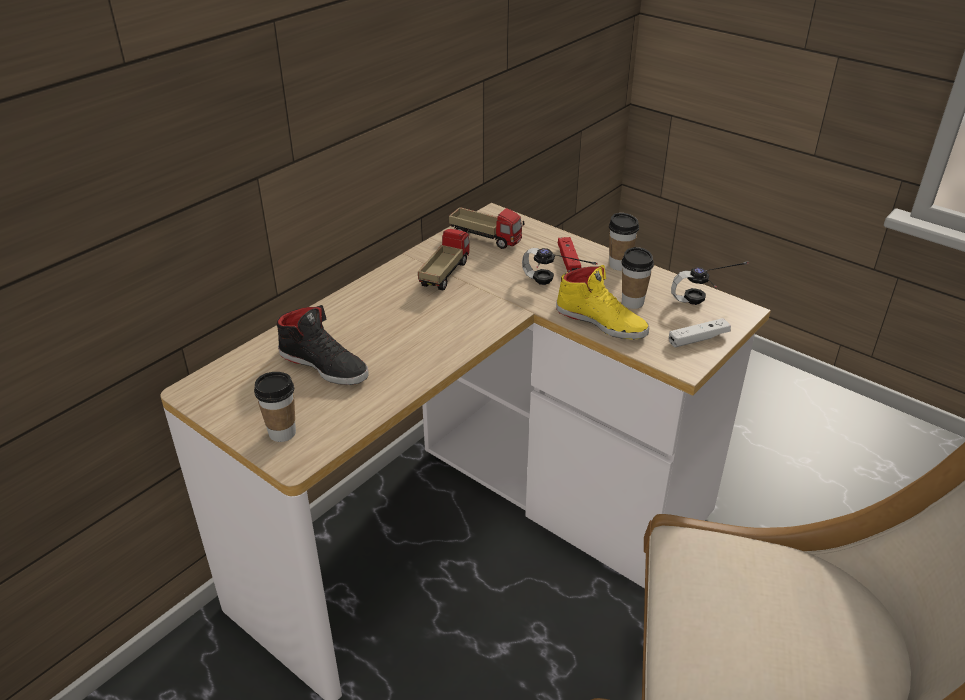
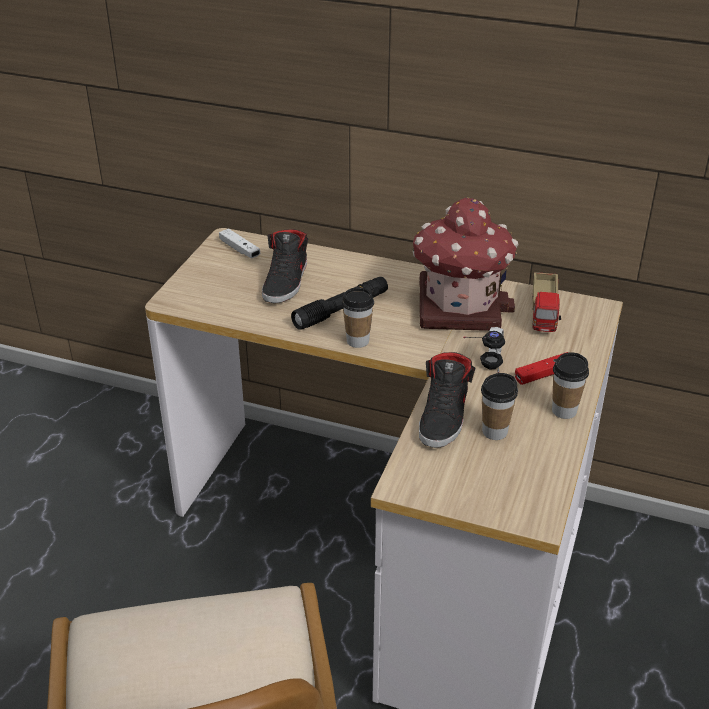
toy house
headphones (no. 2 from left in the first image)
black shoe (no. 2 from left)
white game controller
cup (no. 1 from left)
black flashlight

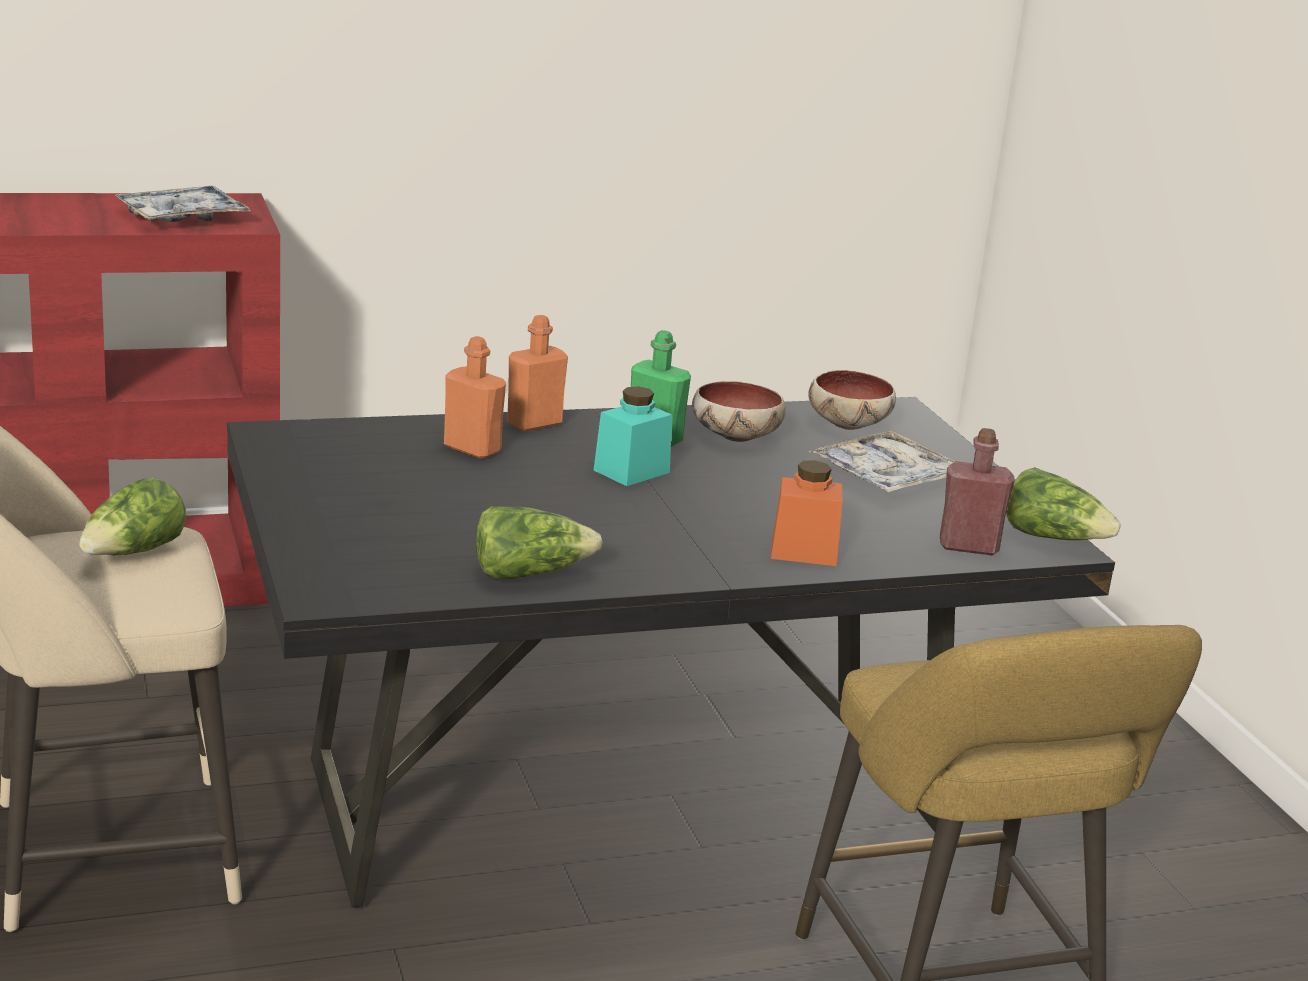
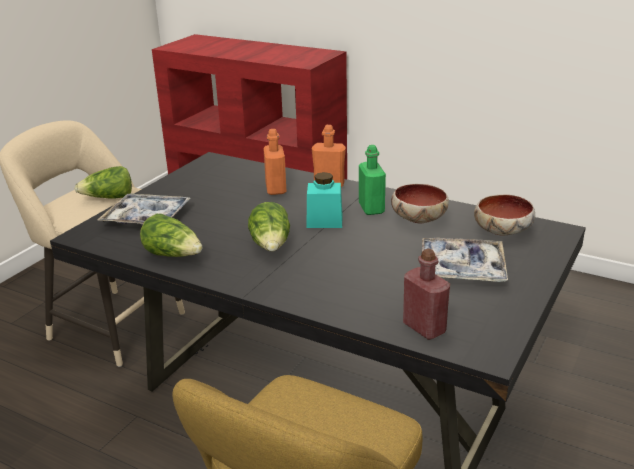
tray (no. 1 from left)
orange jar
lettuce (no. 3 from left)

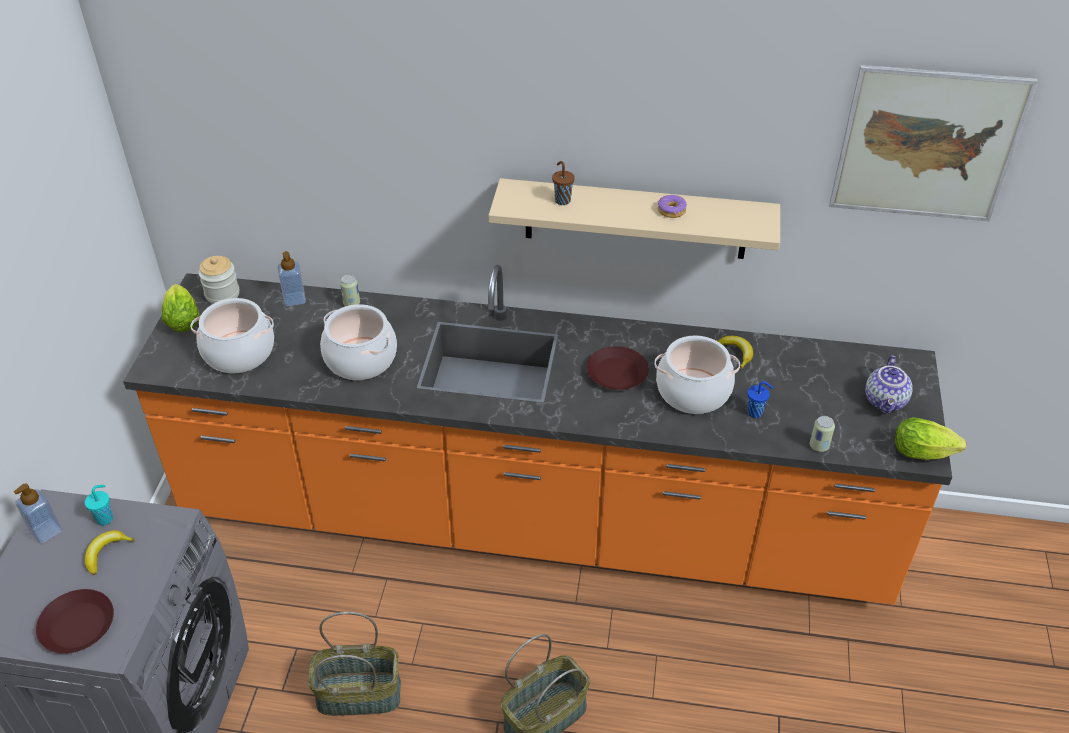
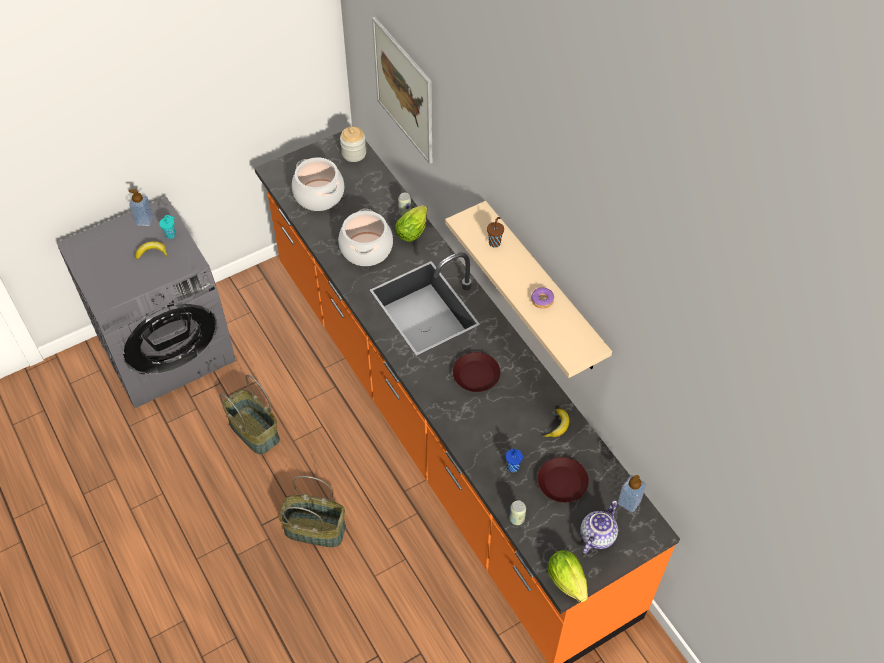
picture
soap dispenser (no. 2 from left)
lettuce (no. 1 from left)
cooking pot (no. 3 from left in the first image)
teapot
brown plate (no. 2 from left)

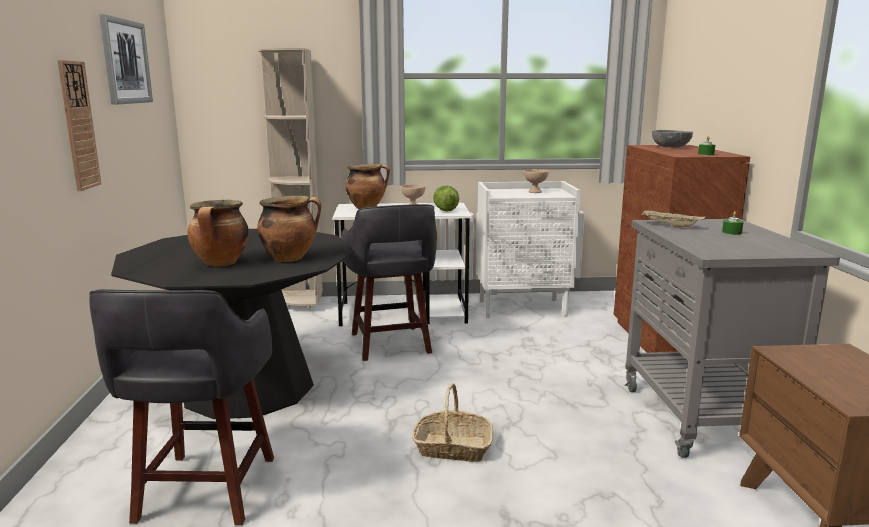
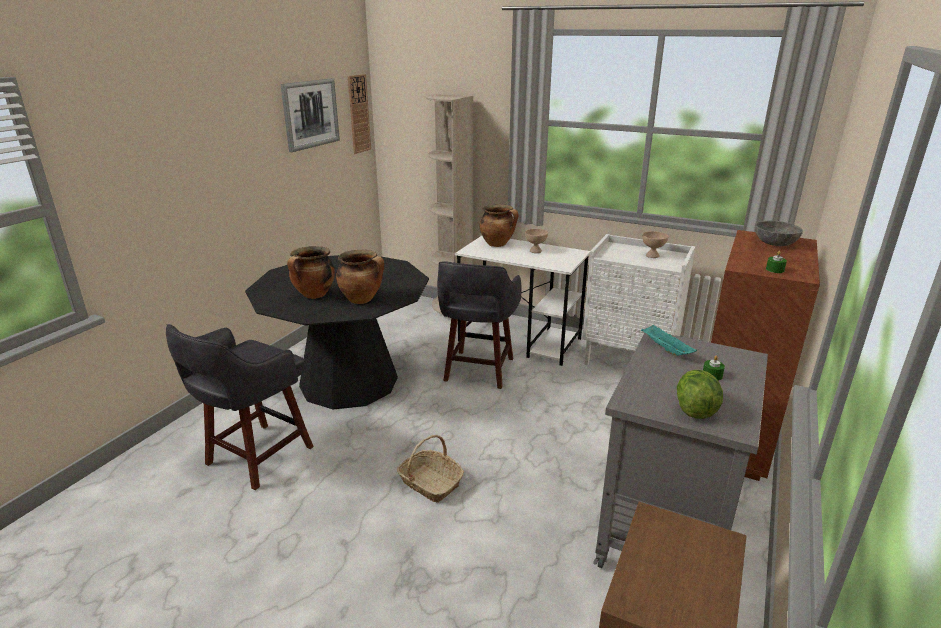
wall clock
lettuce
turquoise tray

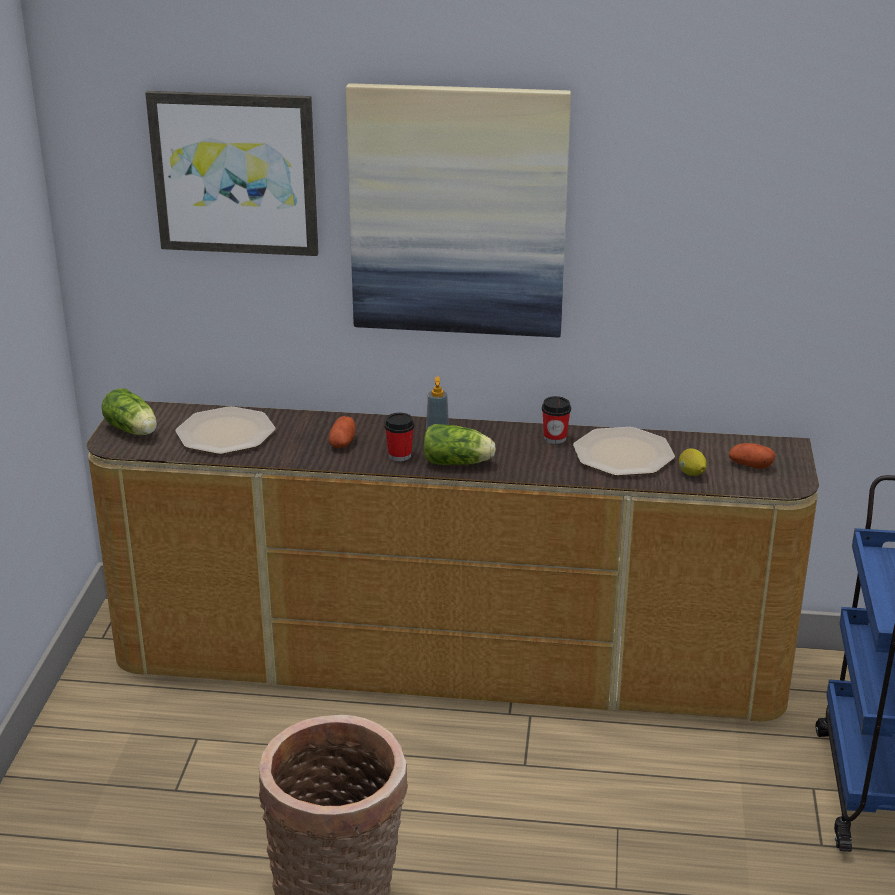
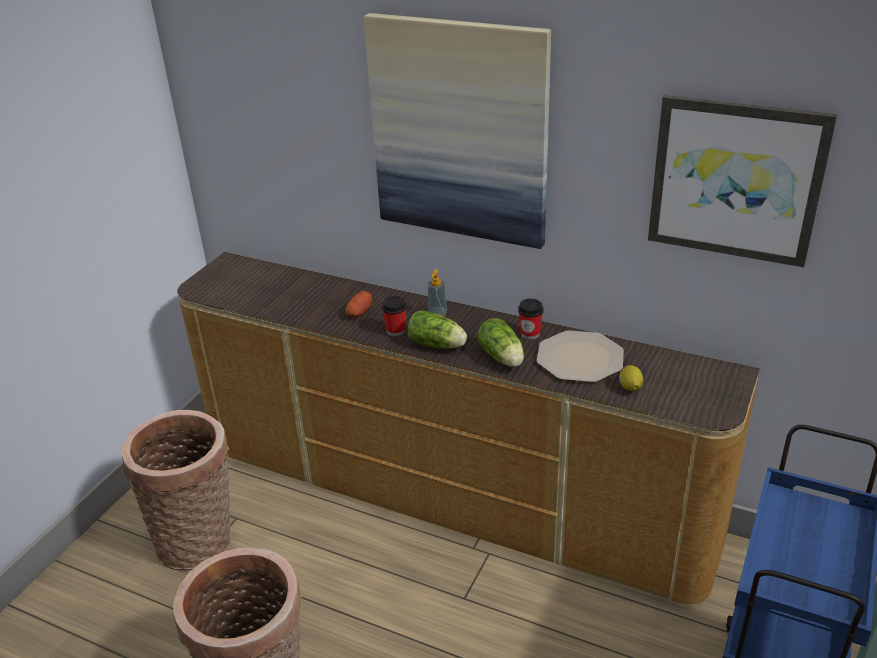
picture (no. 2 from left)
lettuce (no. 2 from left)
plate (no. 1 from left in the first image)
potato (no. 2 from left in the first image)
basket (no. 1 from left)

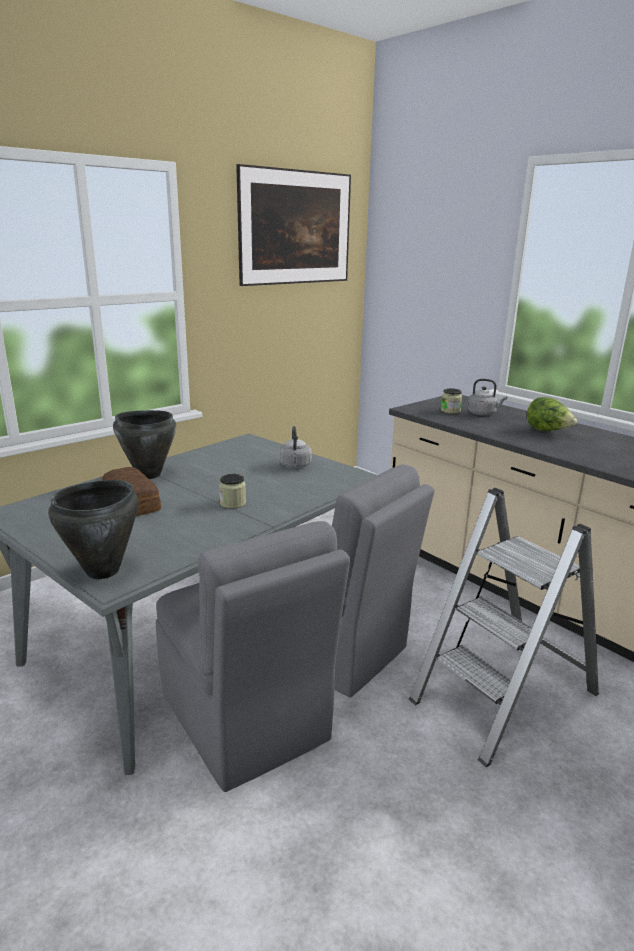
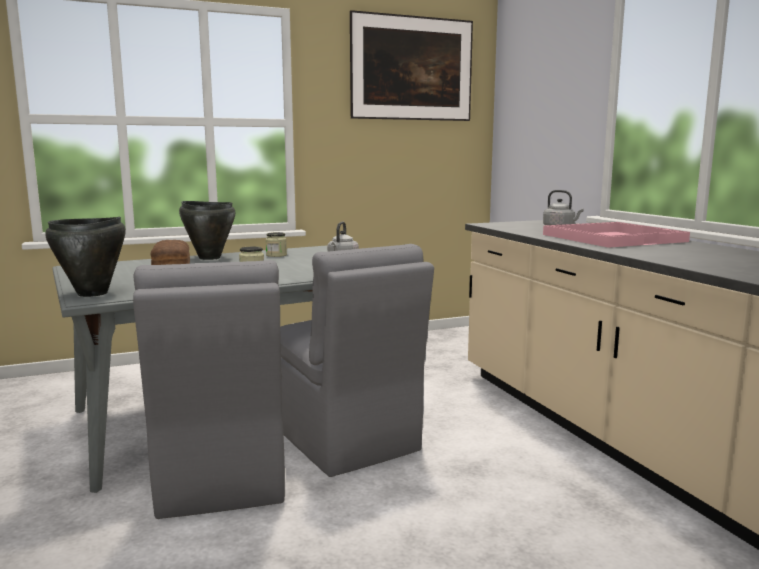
jar (no. 2 from left)
pink tray
grey step ladder

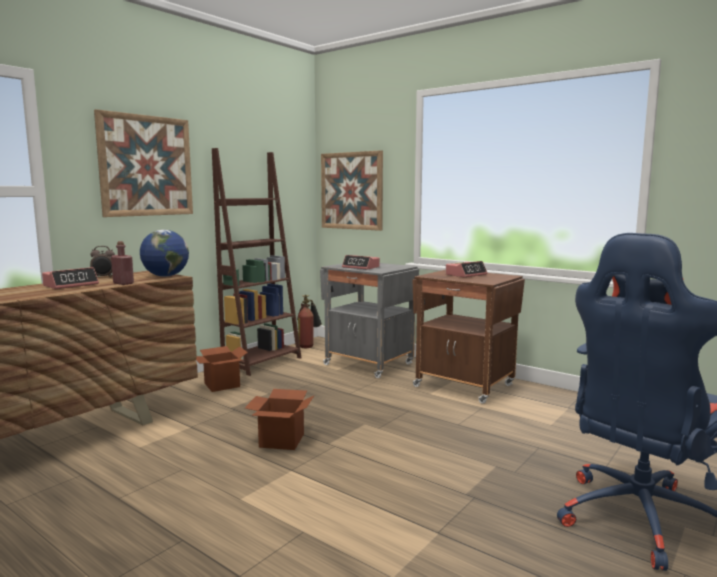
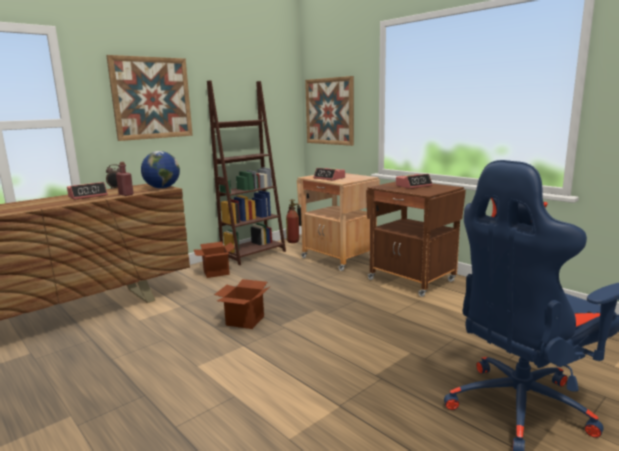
brown cart (no. 1 from left)

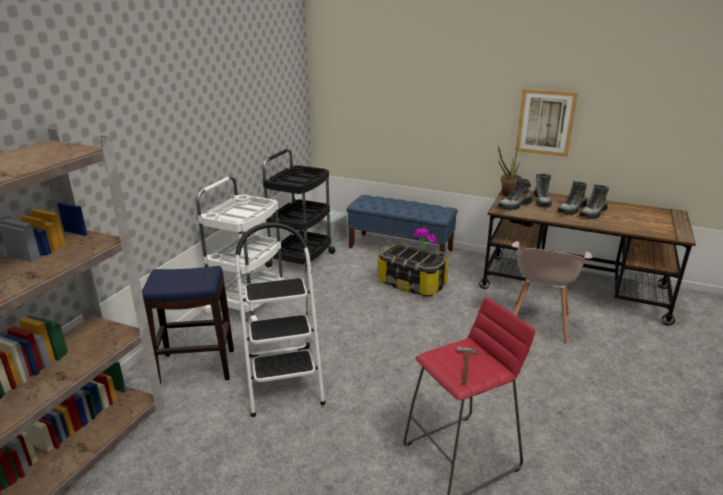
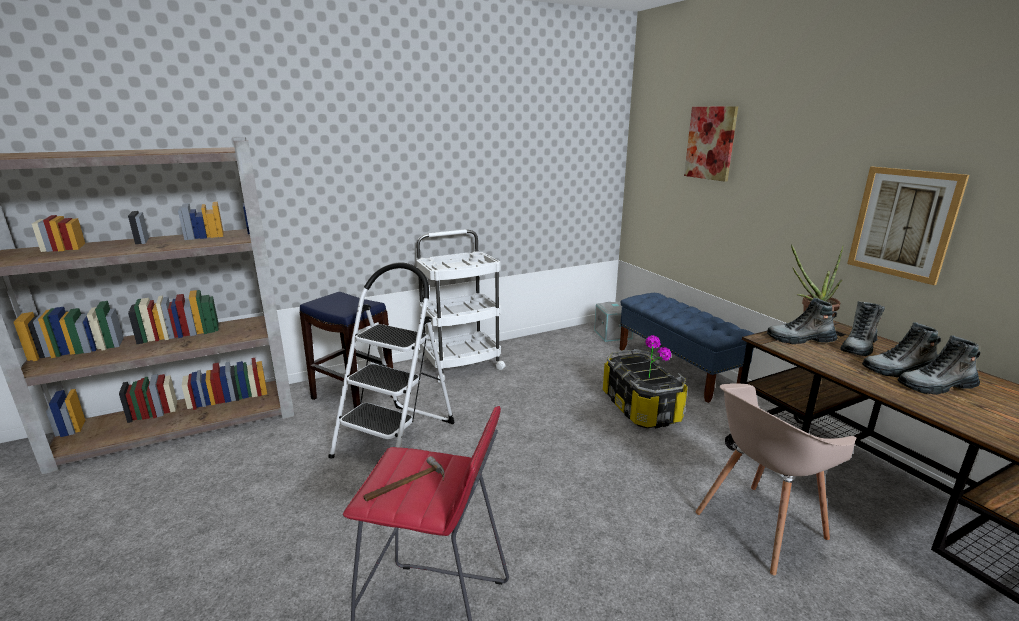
black cart
picture (no. 1 from left)

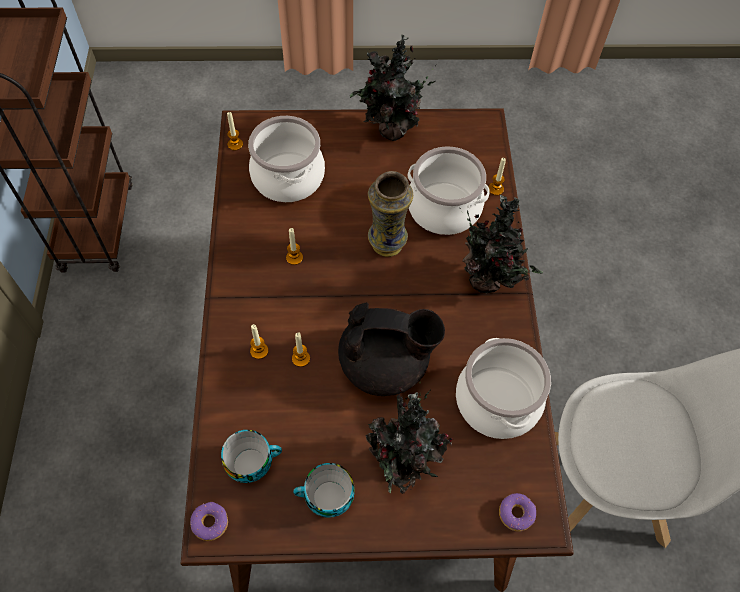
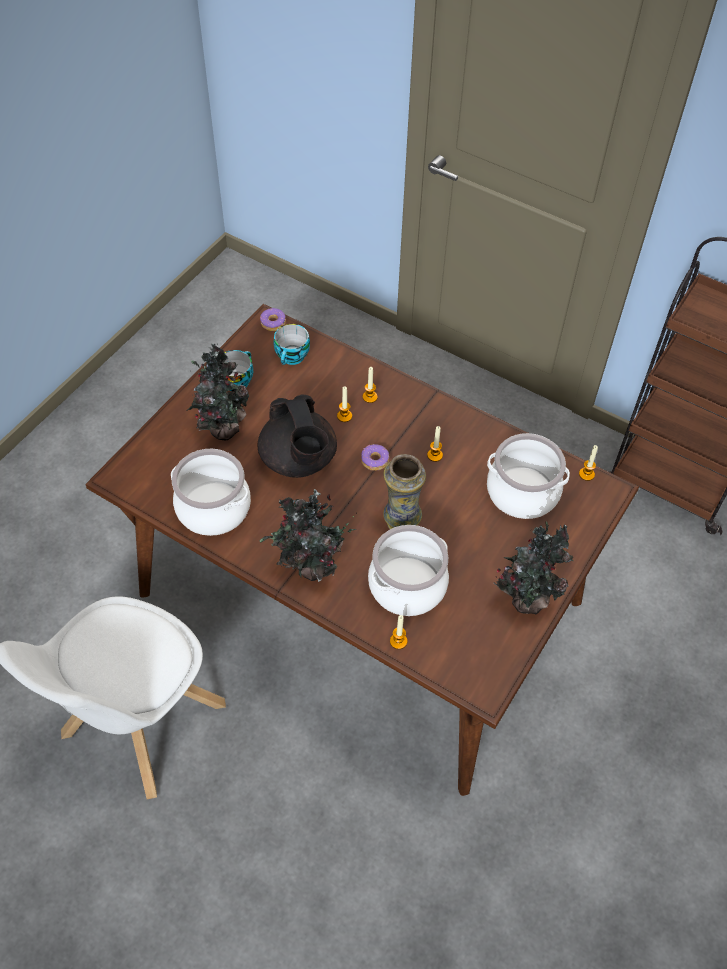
black teapot
donut (no. 2 from left)

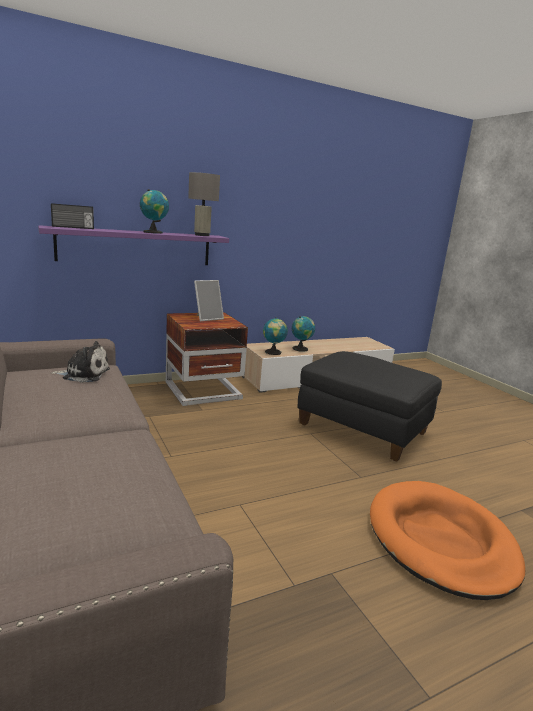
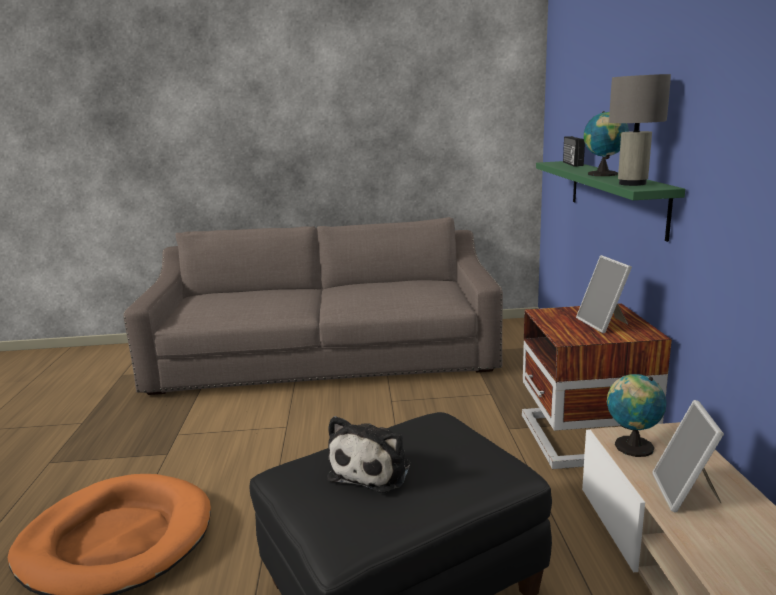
green shelf
picture frame (no. 2 from left)
plush toy

